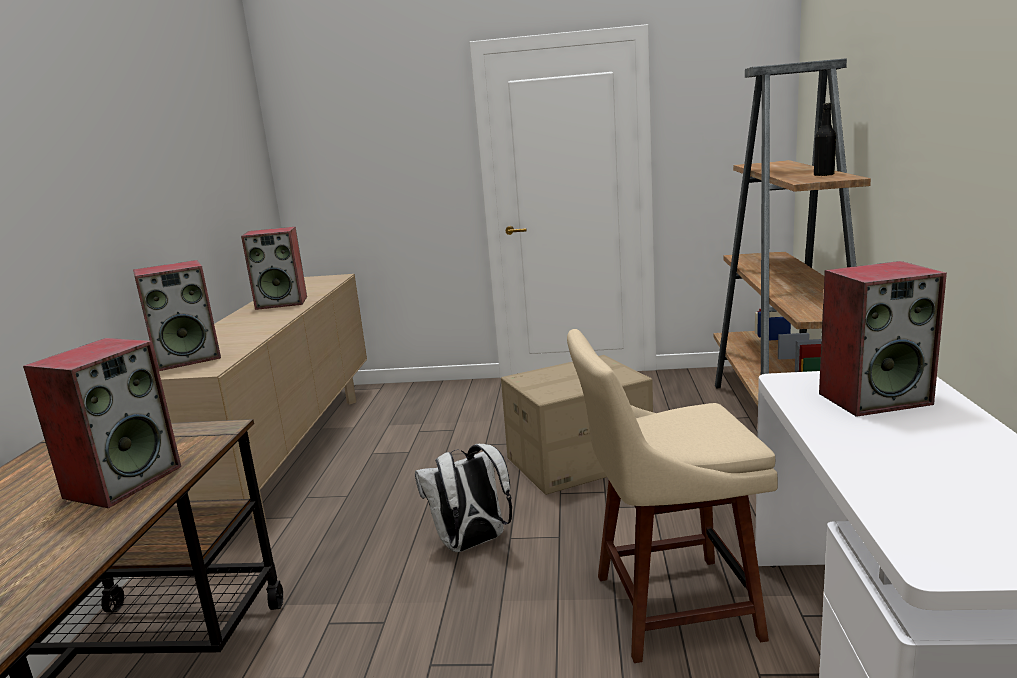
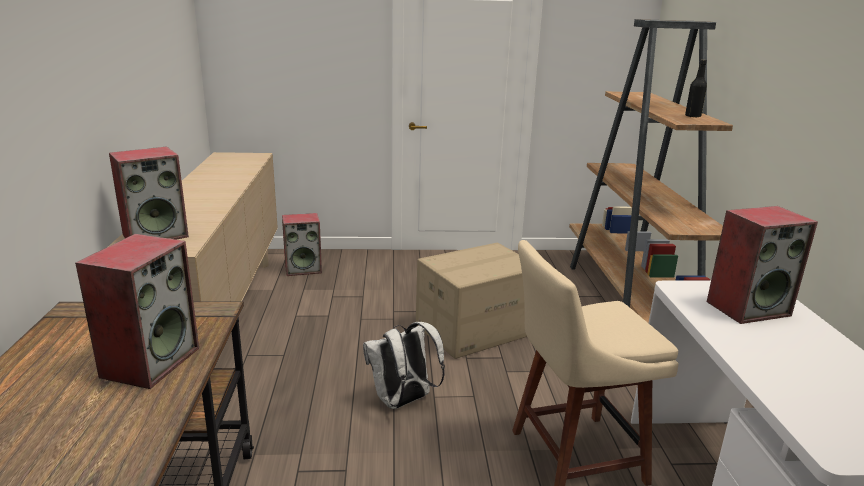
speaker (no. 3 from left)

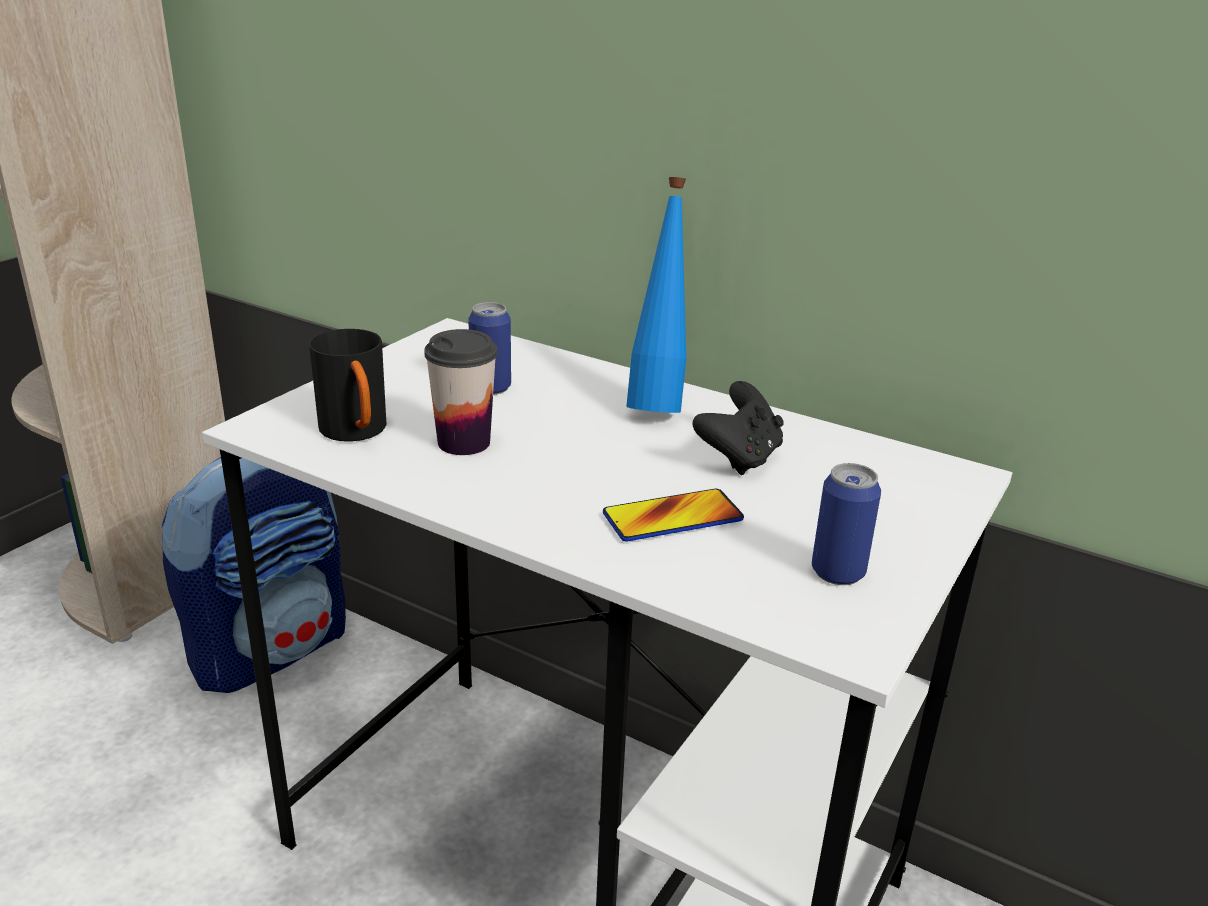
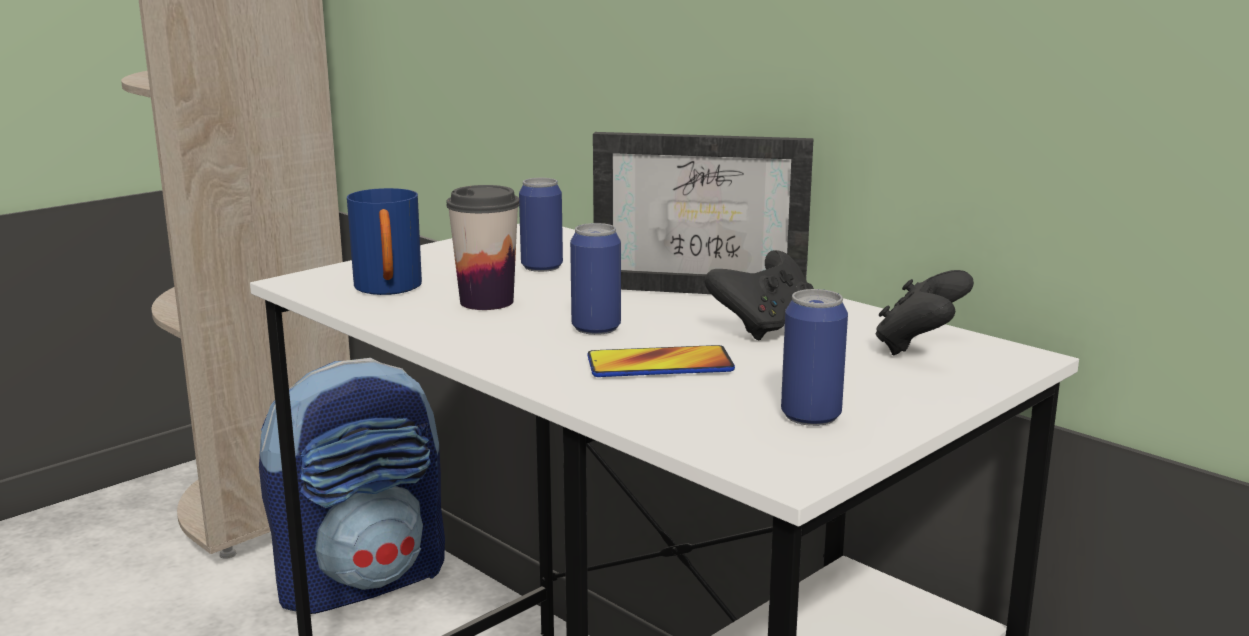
picture frame
blue mug
can (no. 2 from left)
black game controller (no. 2 from left)

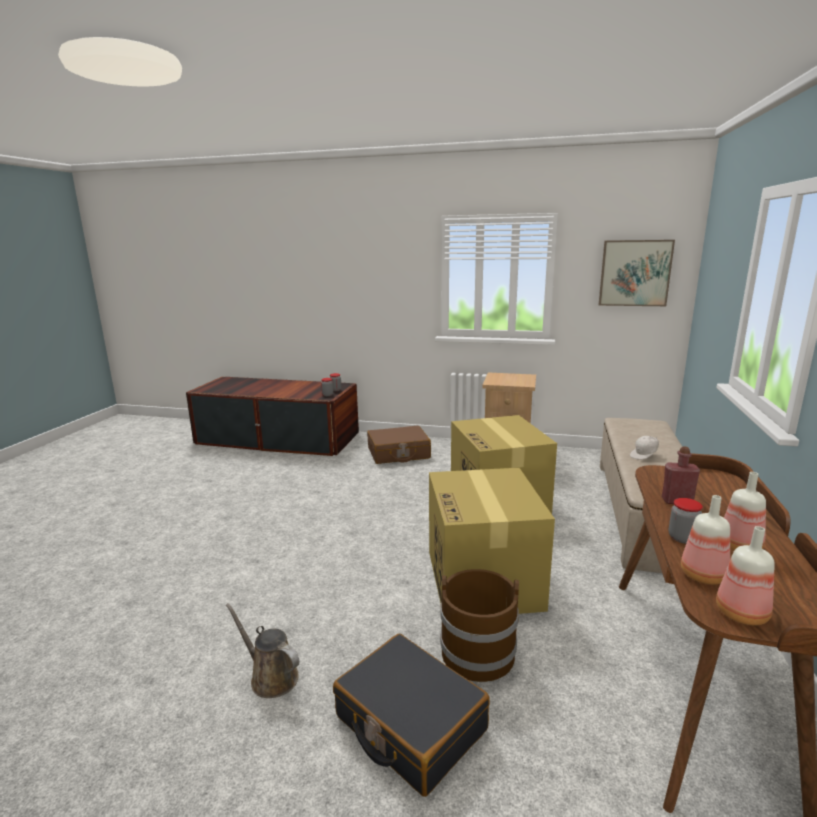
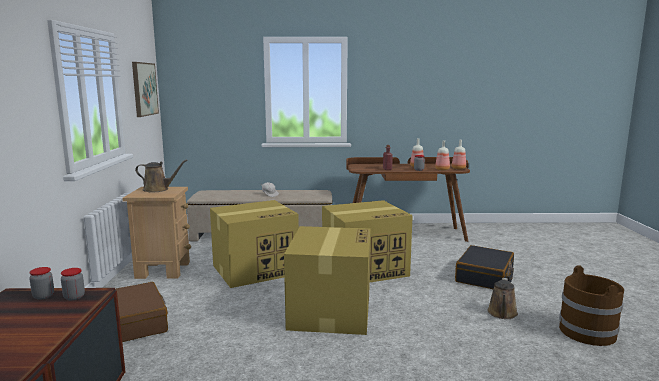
brown bucket
brown watering can (no. 1 from left)
cardboard box (no. 2 from left)

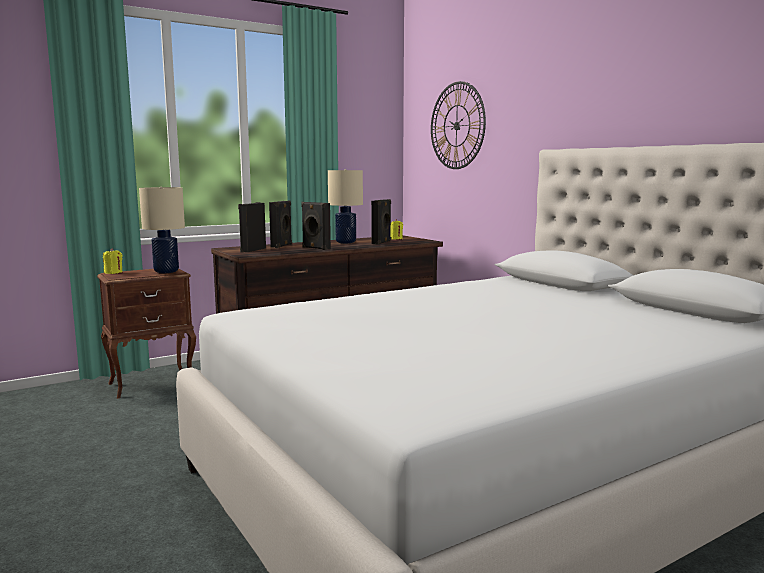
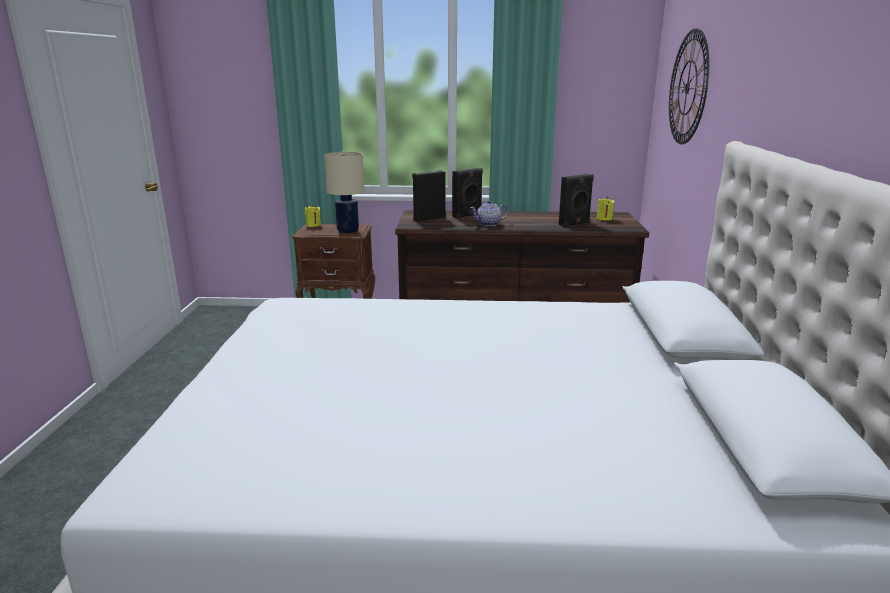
beige table lamp (no. 2 from left in the first image)
teapot

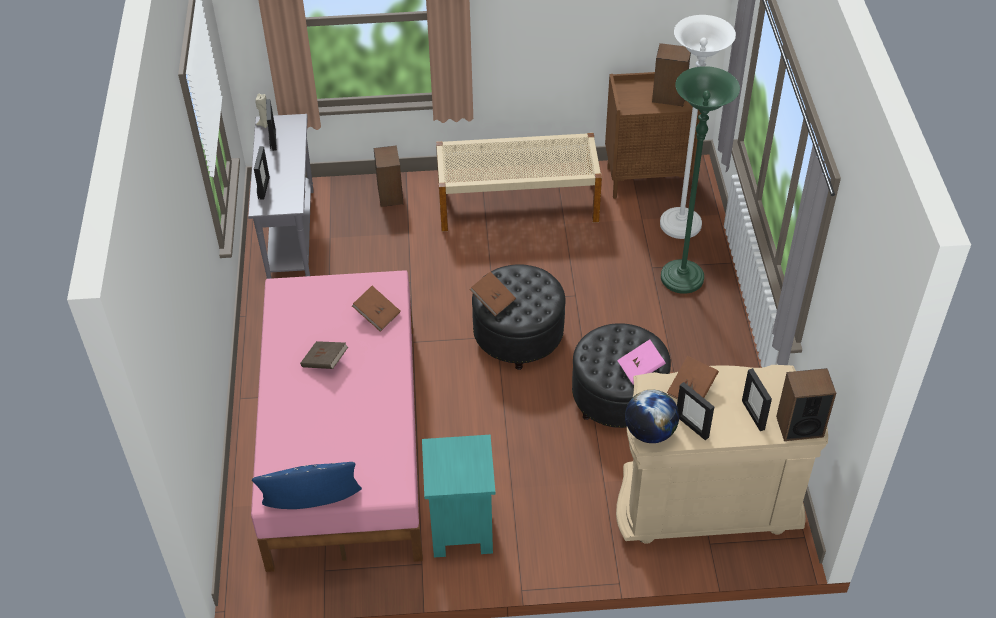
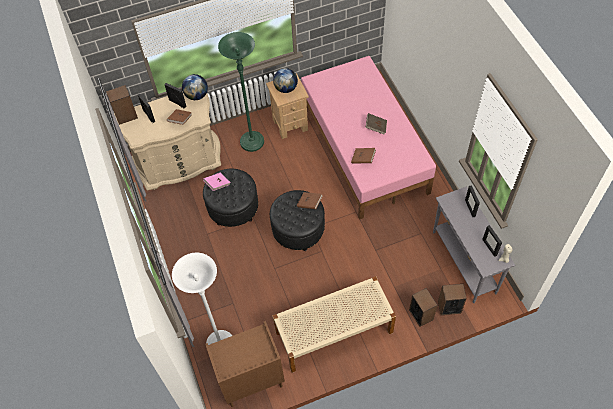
speaker (no. 3 from left)
green floor lamp
beige nightstand
blue pillow
globe (no. 2 from left)

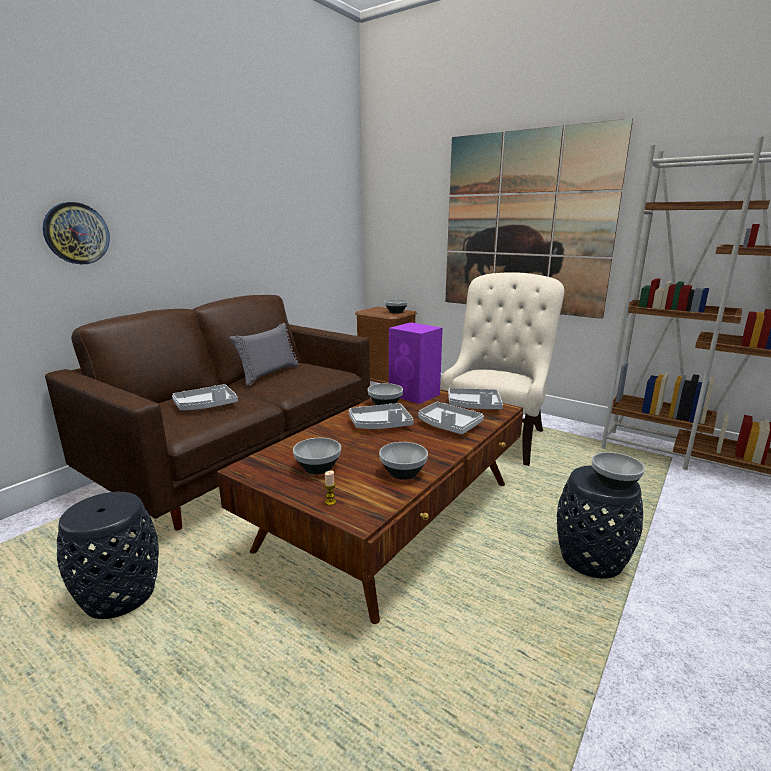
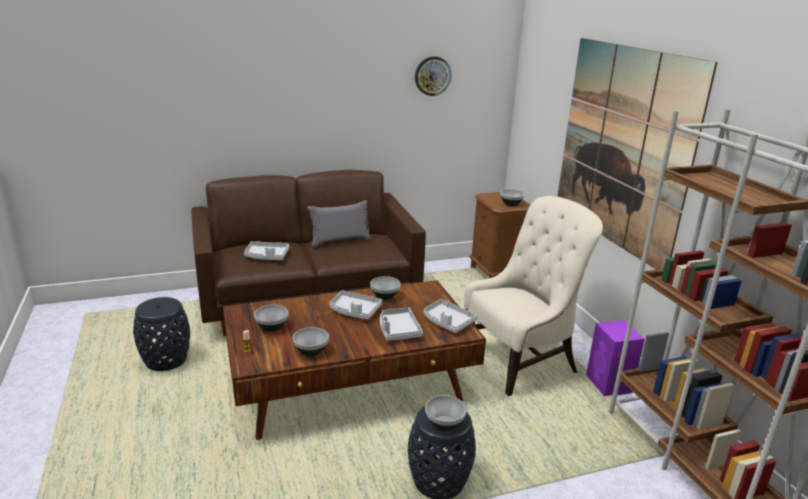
wall clock
purple speaker

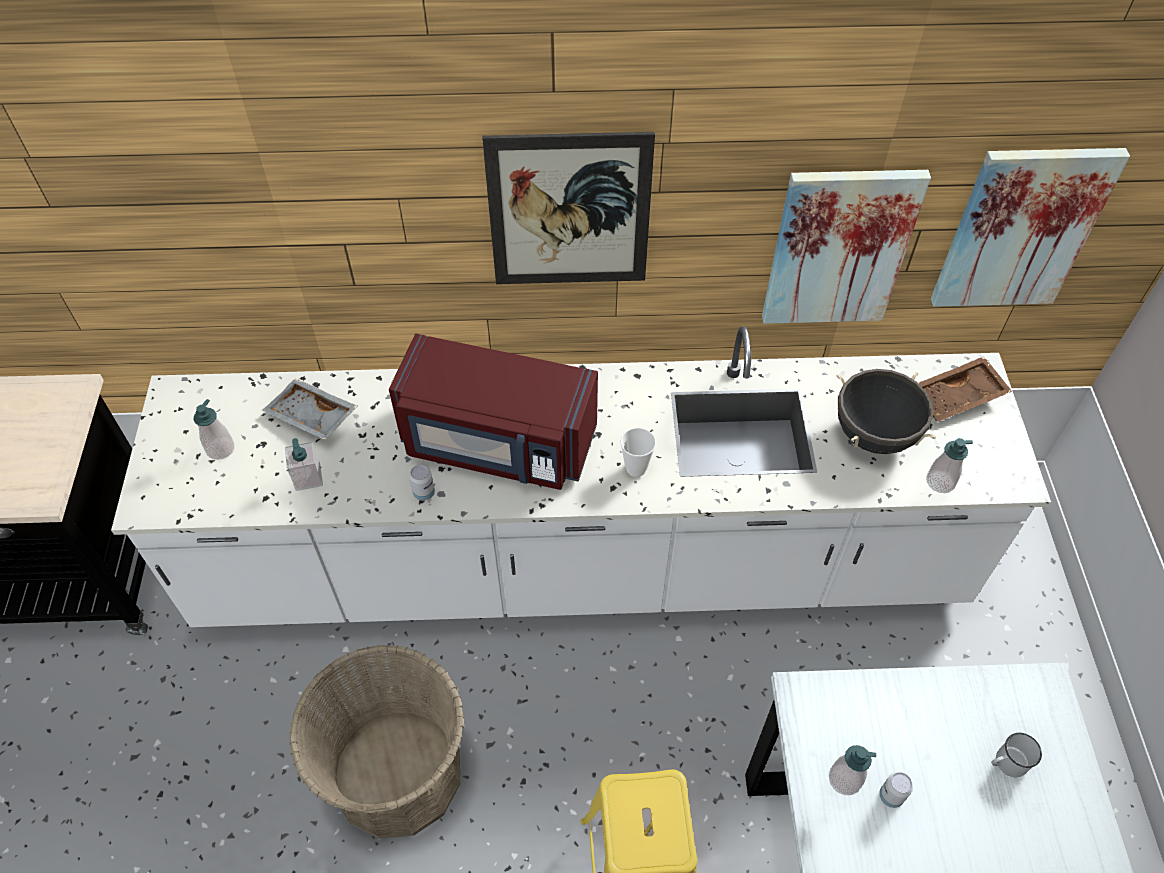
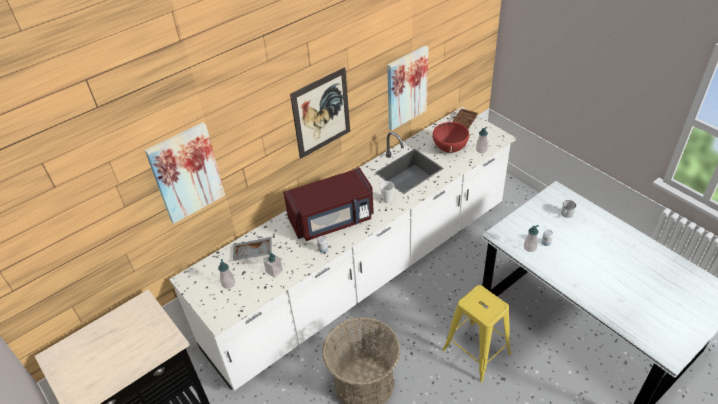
picture (no. 1 from left)
red cooking pot

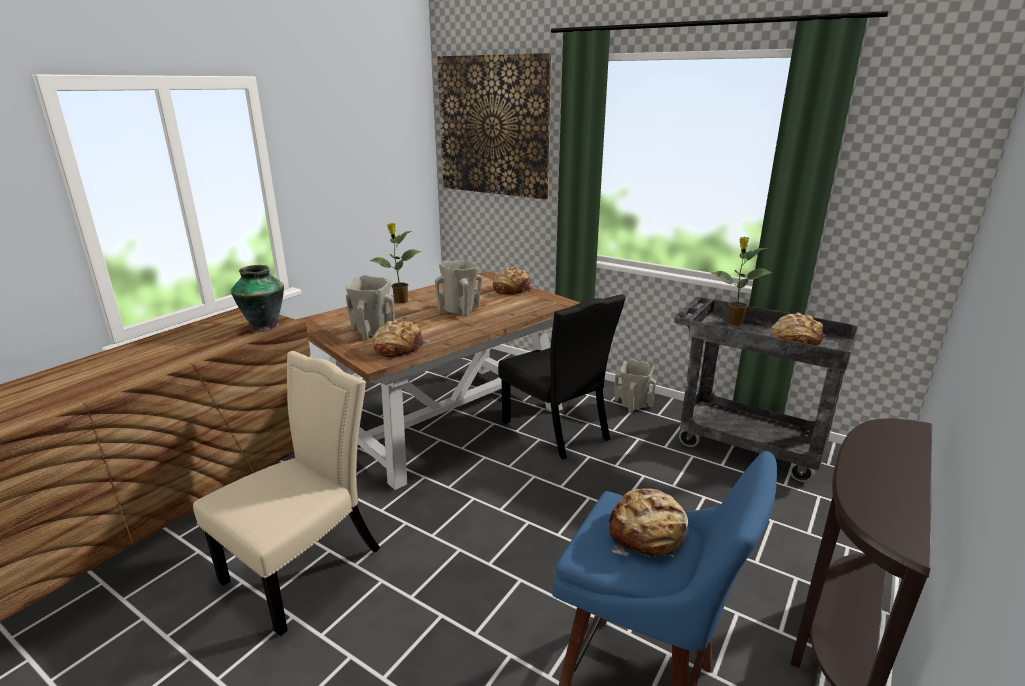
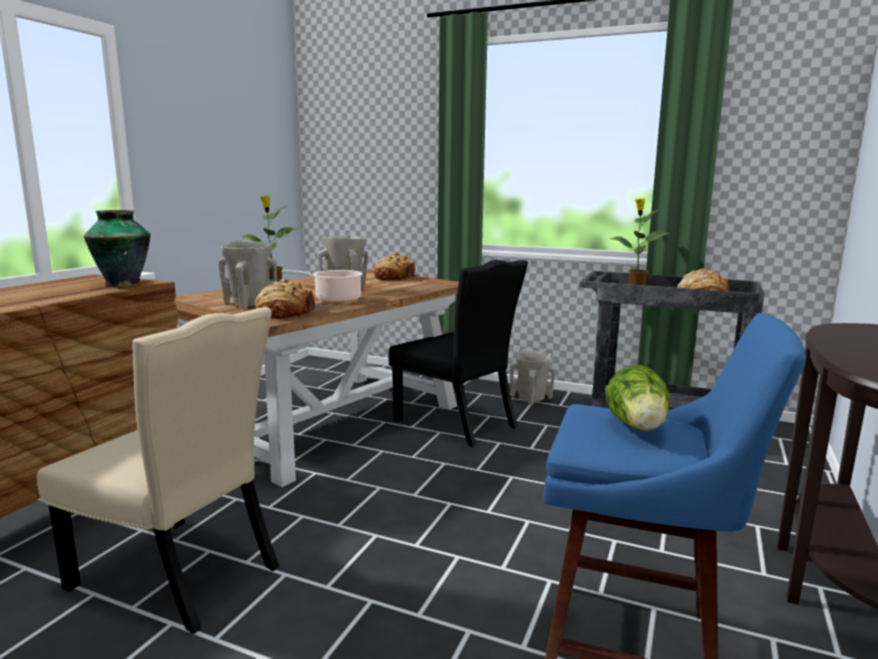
picture
beige chair
lettuce
cooking pot

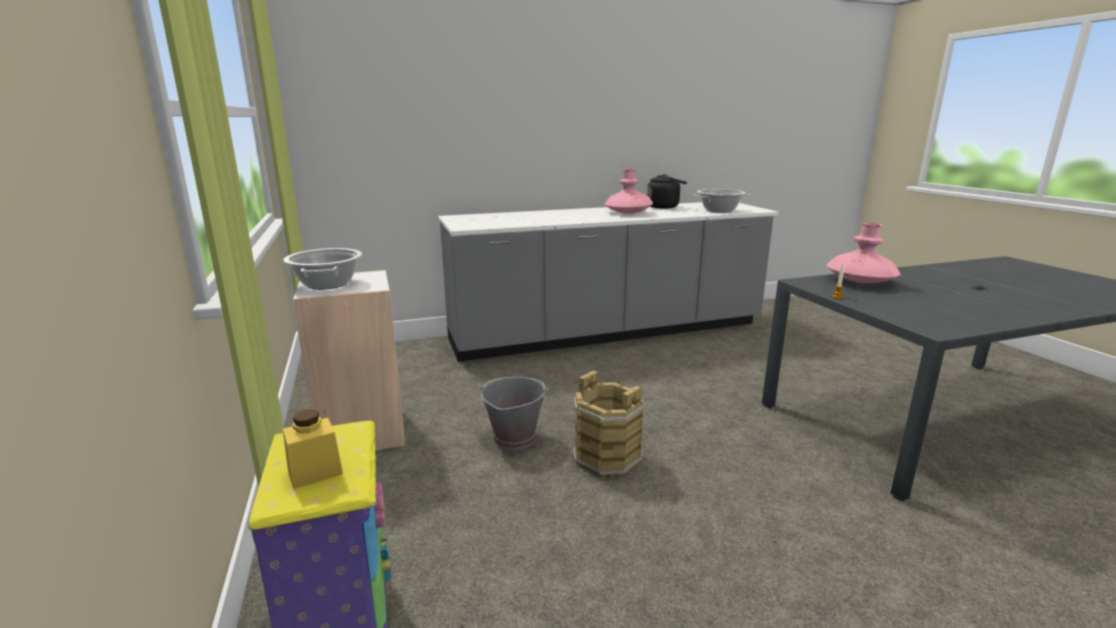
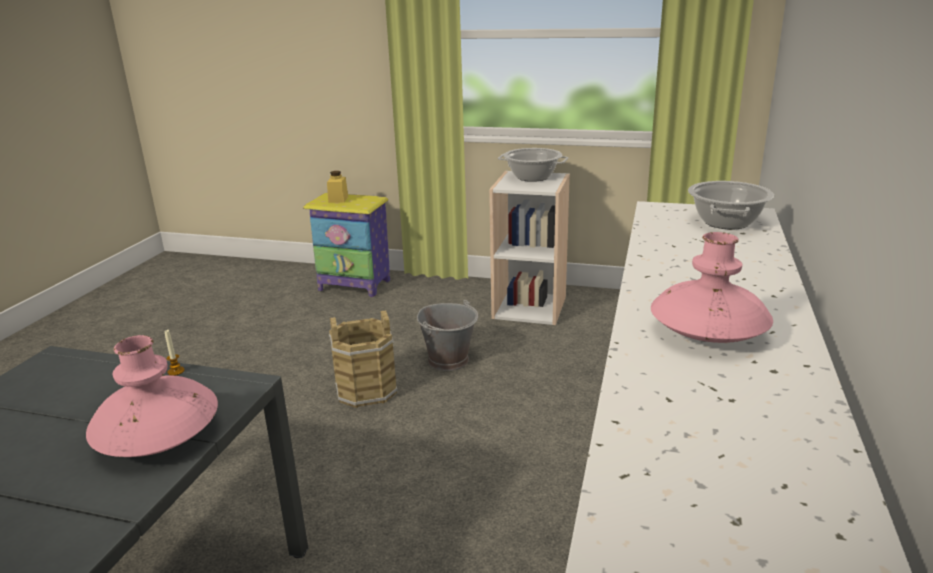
black kettle
cooking pot (no. 2 from left)

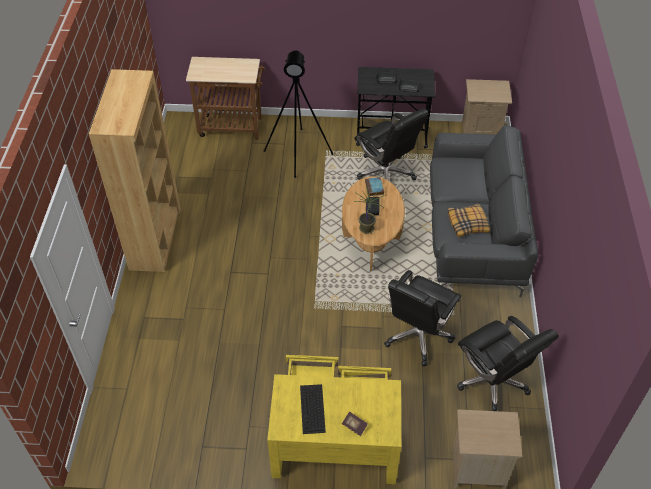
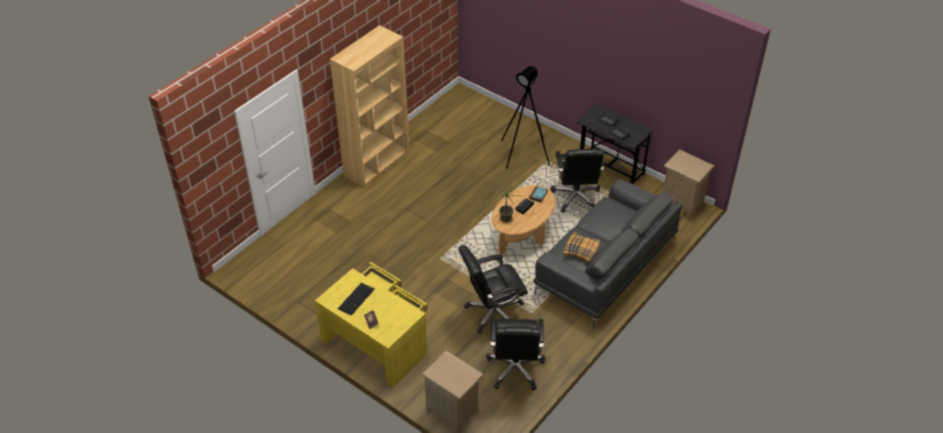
brown cart

